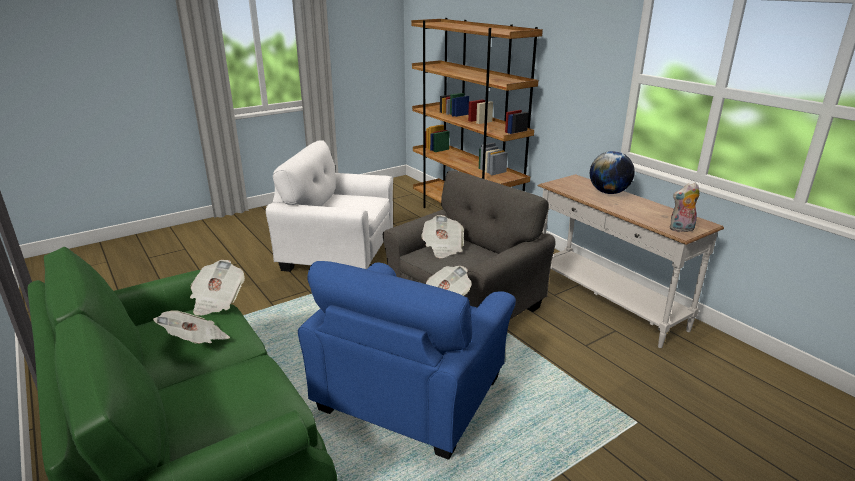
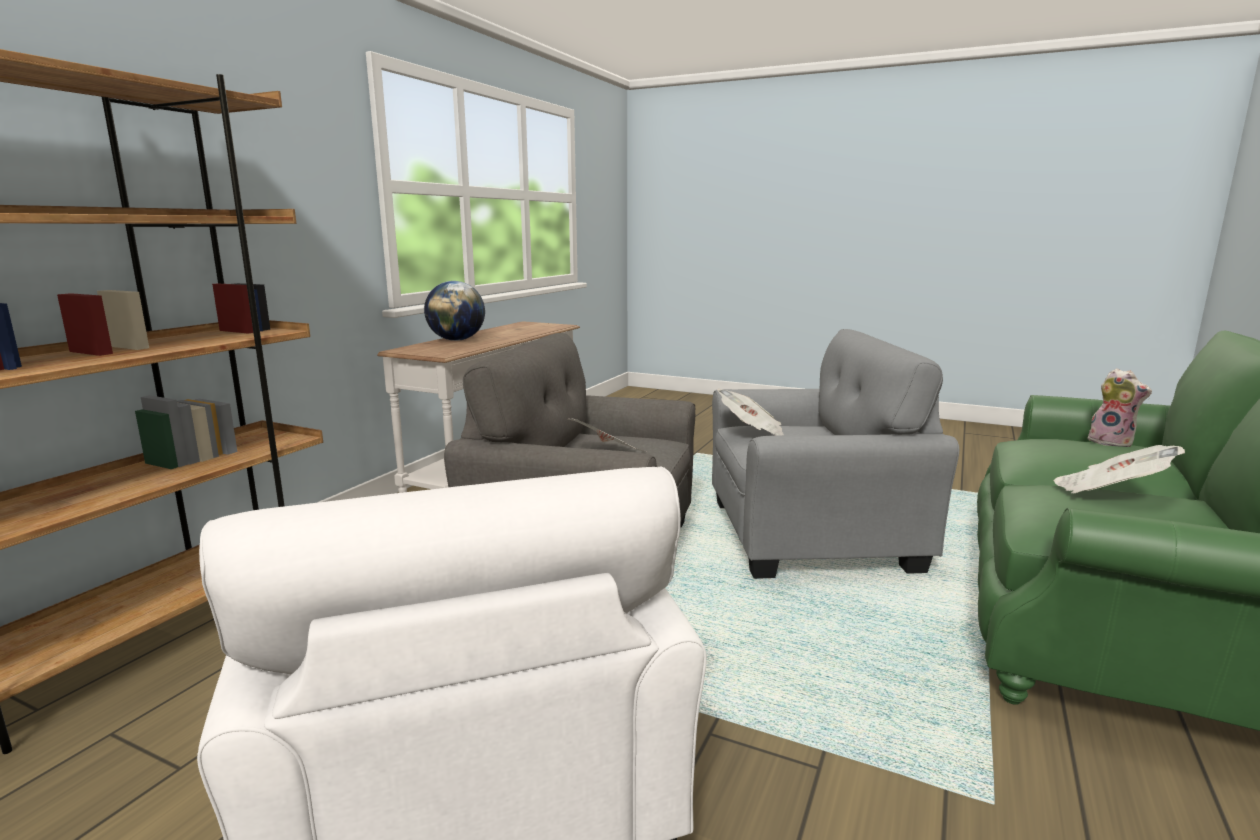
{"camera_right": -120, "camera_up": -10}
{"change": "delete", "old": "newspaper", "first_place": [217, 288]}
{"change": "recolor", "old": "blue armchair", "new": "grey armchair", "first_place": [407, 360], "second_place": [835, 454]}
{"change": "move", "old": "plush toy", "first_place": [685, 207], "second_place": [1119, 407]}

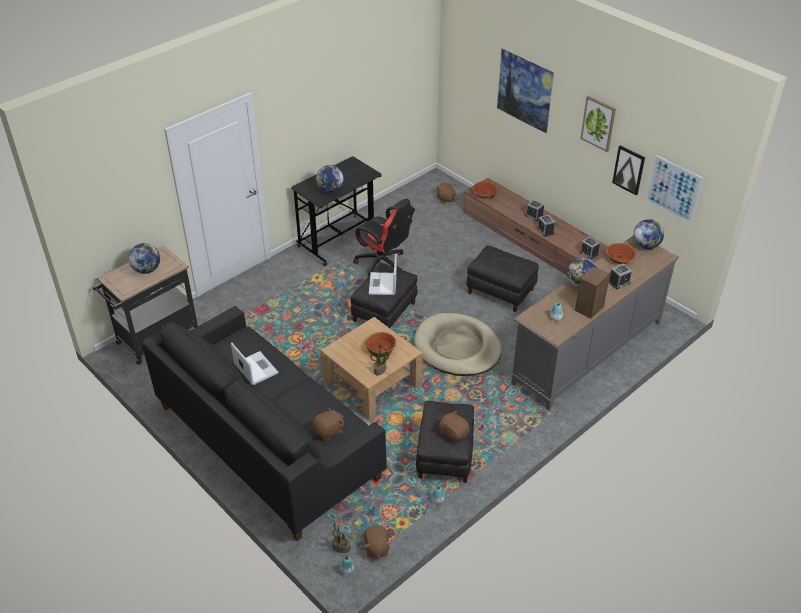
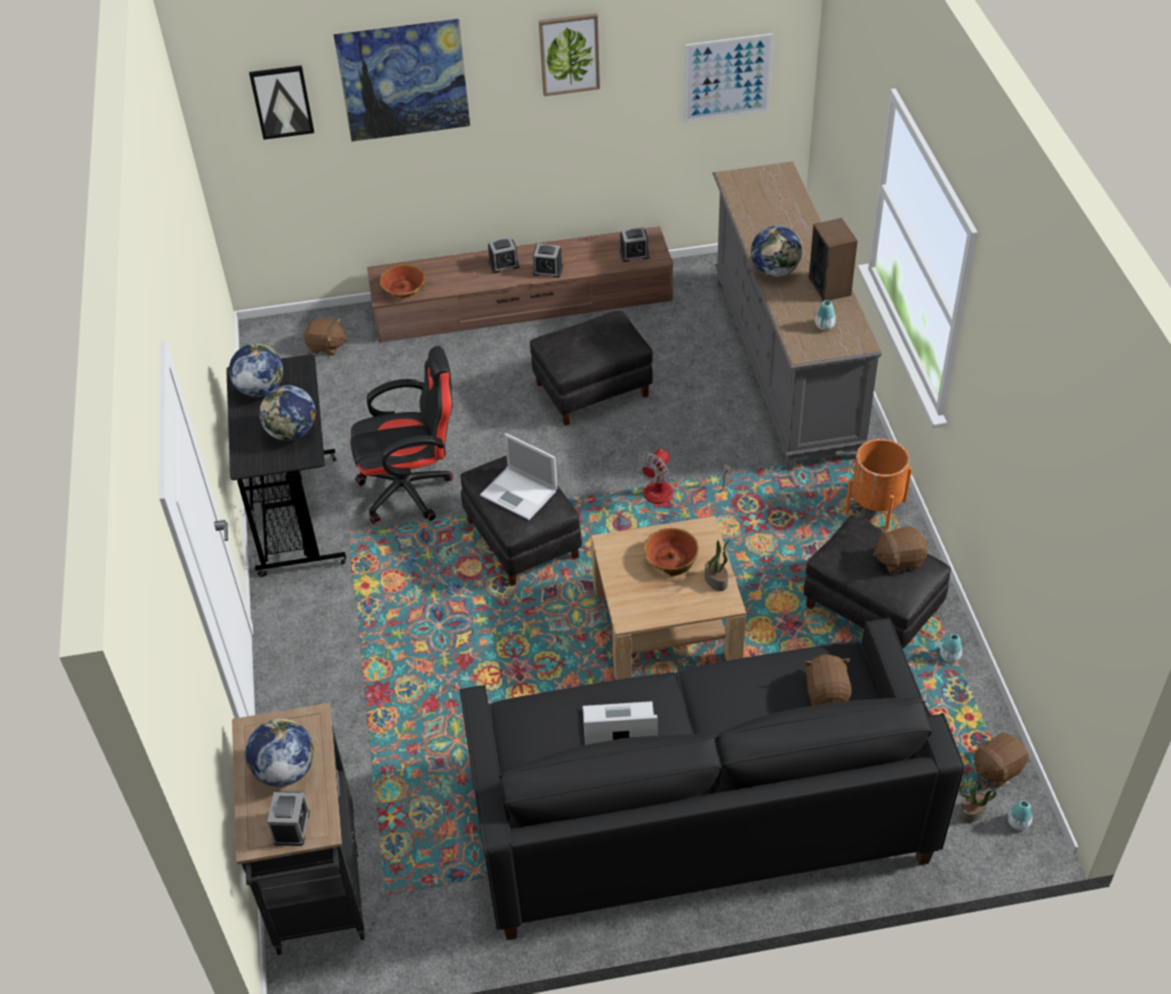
{"camera_right": -55, "camera_up": 5}
{"change": "rotate", "old": "brown plush toy", "first_place": [377, 542], "second_place": [1001, 760], "degrees": 120}
{"change": "replace", "old": "beige dog bed", "new": "fan", "first_place": [458, 344], "second_place": [683, 476]}
{"change": "delete", "old": "bowl", "first_place": [621, 253]}
{"change": "move", "old": "alarm clock", "first_place": [620, 276], "second_place": [288, 818]}
{"change": "move", "old": "picture", "first_place": [628, 170], "second_place": [281, 102]}
{"change": "move", "old": "globe", "first_place": [648, 234], "second_place": [256, 370]}
{"change": "insert", "new": "orange planter", "second_place": [878, 484]}

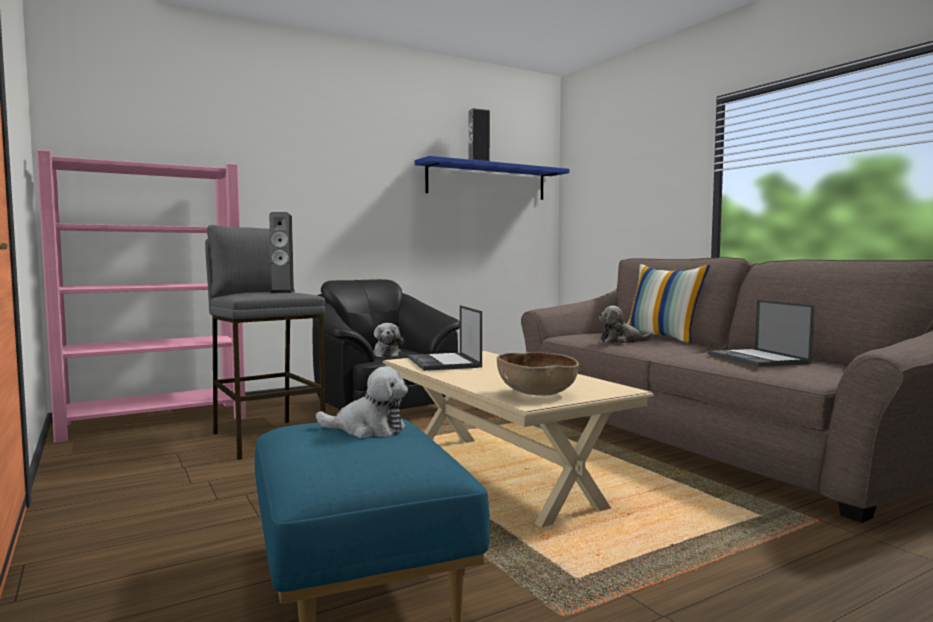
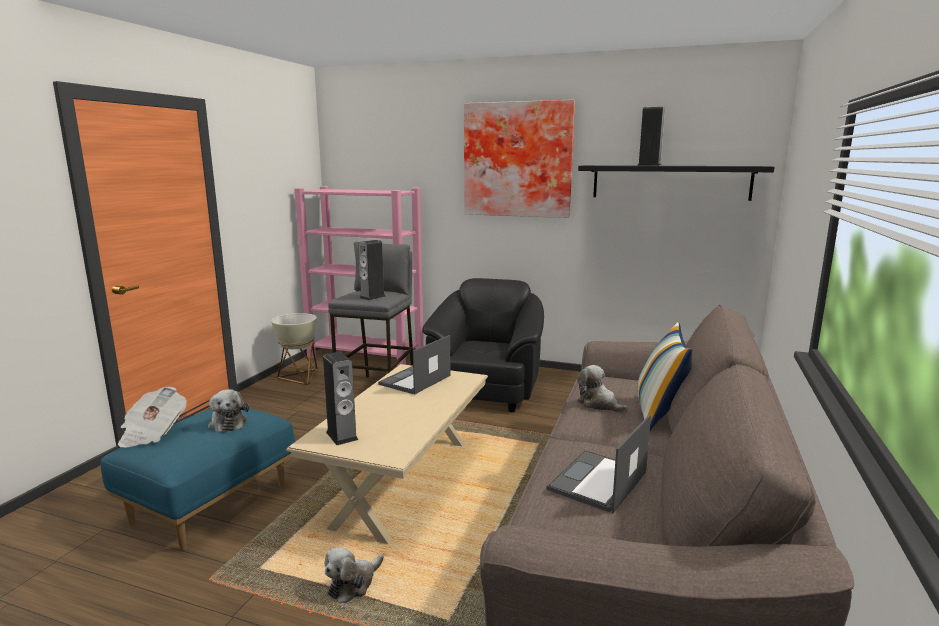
{"camera_right": 50, "camera_up": 10}
{"change": "move", "old": "plush toy", "first_place": [388, 340], "second_place": [354, 575]}
{"change": "recolor", "old": "blue shelf", "new": "black shelf", "first_place": [492, 178], "second_place": [676, 183]}
{"change": "replace", "old": "brown bowl", "new": "speaker", "first_place": [538, 374], "second_place": [340, 398]}
{"change": "insert", "new": "newspaper", "second_place": [152, 417]}
{"change": "insert", "new": "planter", "second_place": [294, 349]}
{"change": "insert", "new": "picture", "second_place": [519, 159]}

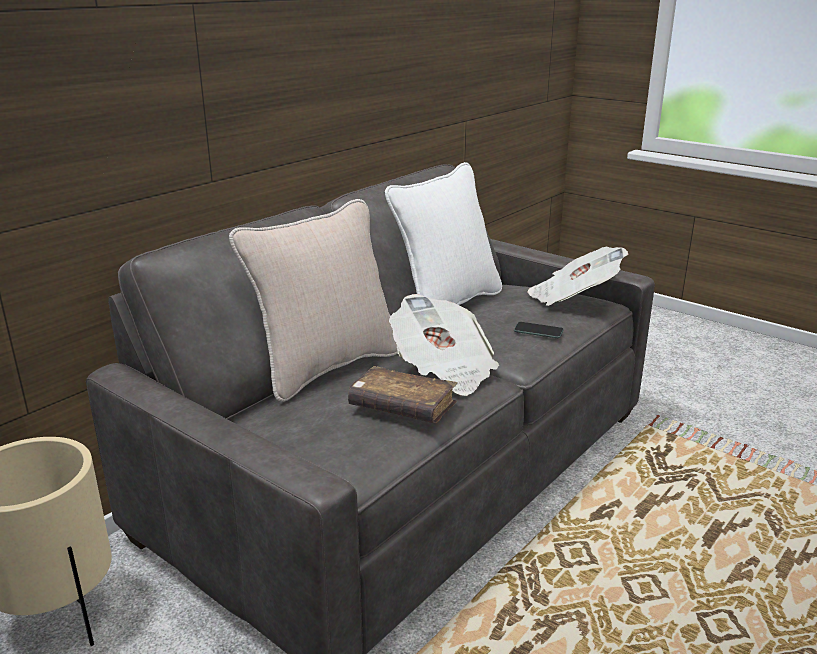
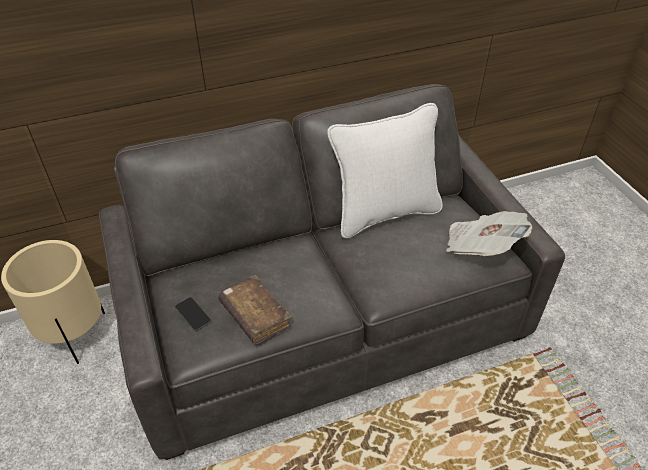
{"camera_right": 30, "camera_up": 20}
{"change": "delete", "old": "beige pillow", "first_place": [313, 300]}
{"change": "delete", "old": "newspaper", "first_place": [444, 345]}
{"change": "move", "old": "phone", "first_place": [539, 330], "second_place": [193, 314]}

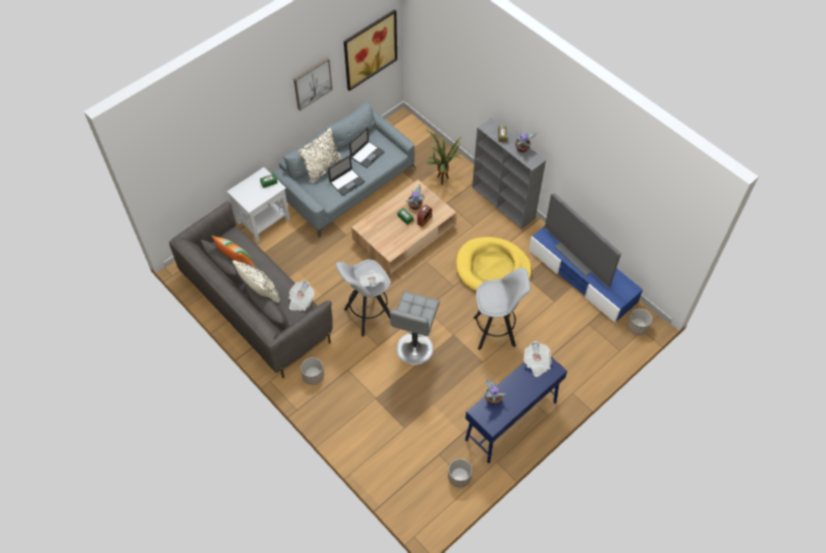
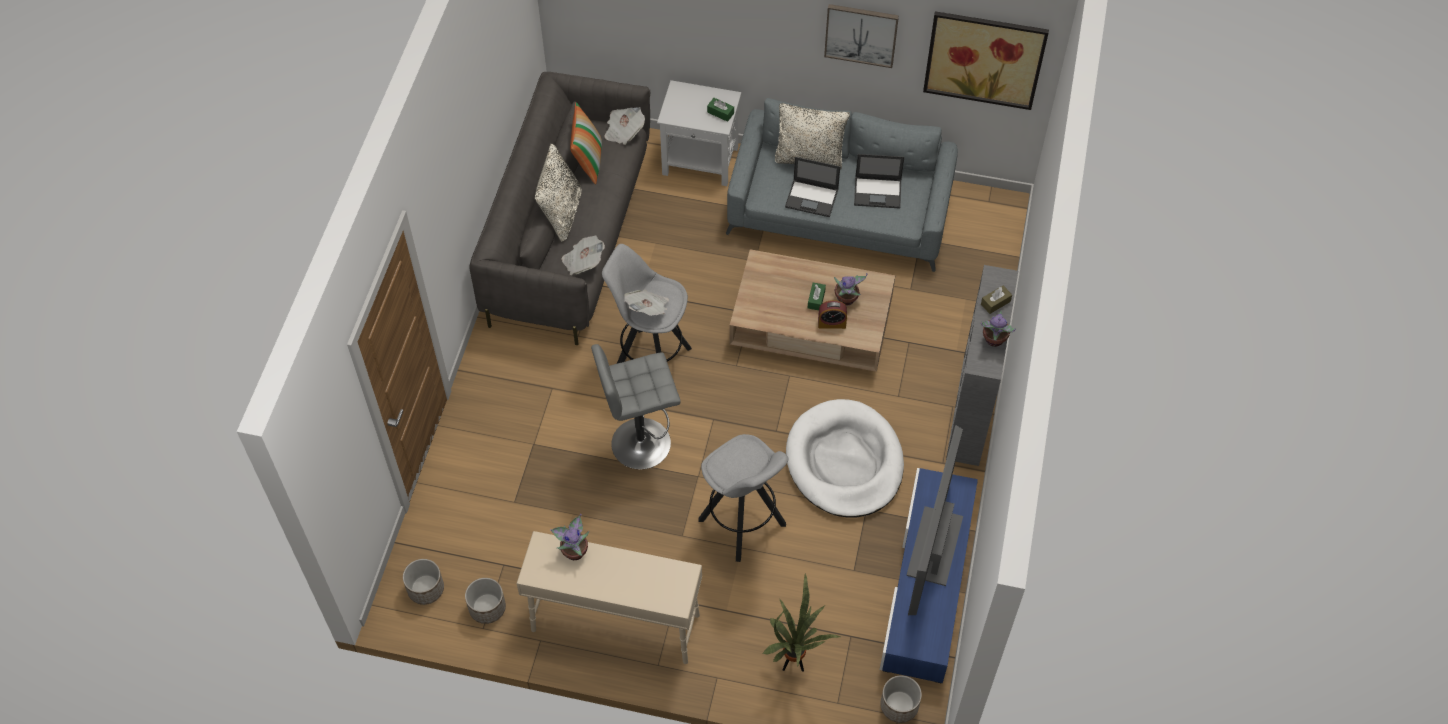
{"camera_right": 55, "camera_up": 0}
{"change": "move", "old": "planter", "first_place": [312, 371], "second_place": [423, 582]}
{"change": "move", "old": "potted plant", "first_place": [443, 157], "second_place": [802, 623]}
{"change": "recolor", "old": "yellow dog bed", "new": "white dog bed", "first_place": [494, 264], "second_place": [845, 458]}
{"change": "recolor", "old": "blue console table", "new": "beige console table", "first_place": [516, 410], "second_place": [609, 597]}
{"change": "move", "old": "newspaper", "first_place": [537, 359], "second_place": [624, 126]}

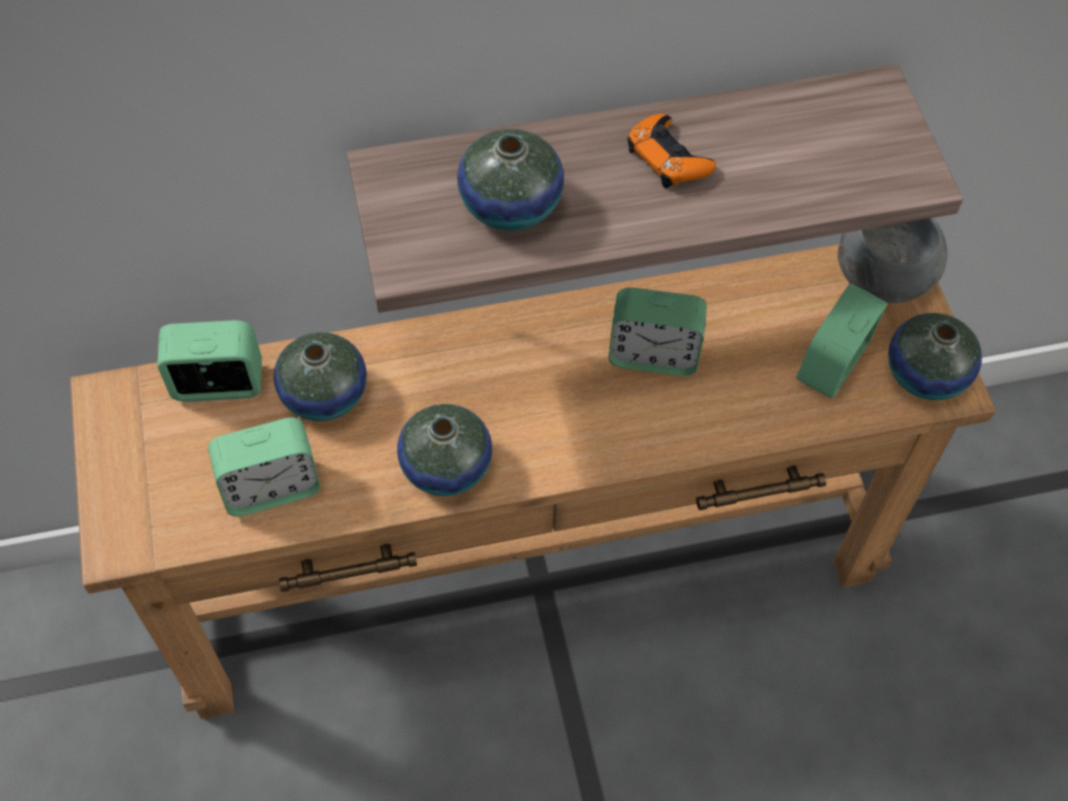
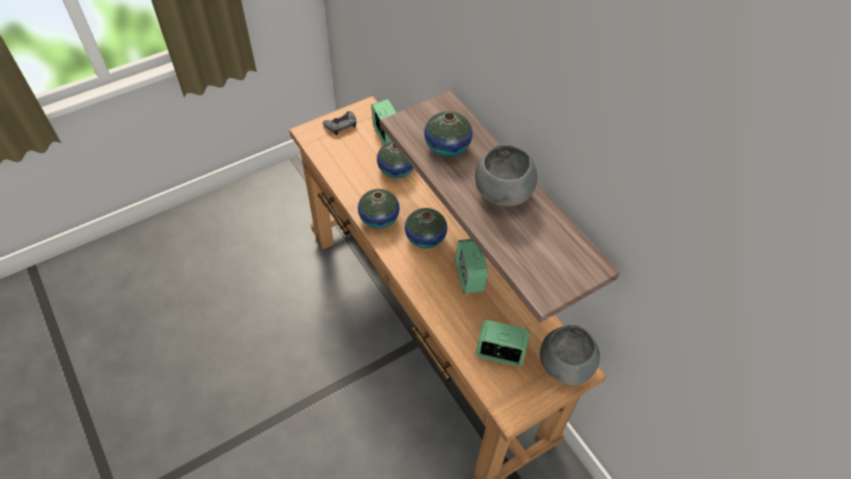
{"camera_right": 70, "camera_up": -5}
{"change": "delete", "old": "alarm clock", "first_place": [264, 466]}
{"change": "replace", "old": "orange game controller", "new": "grey bowl", "first_place": [671, 151], "second_place": [506, 176]}
{"change": "move", "old": "vase", "first_place": [935, 356], "second_place": [426, 228]}
{"change": "insert", "new": "grey game controller", "second_place": [339, 123]}

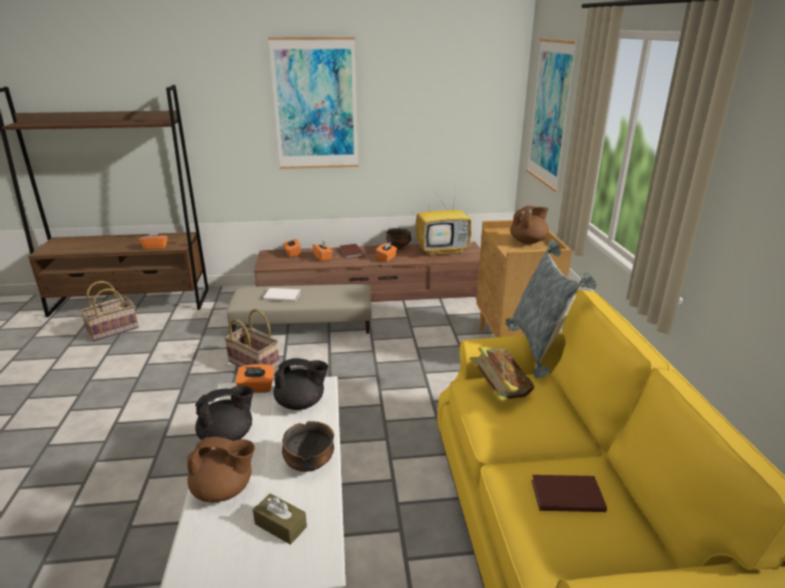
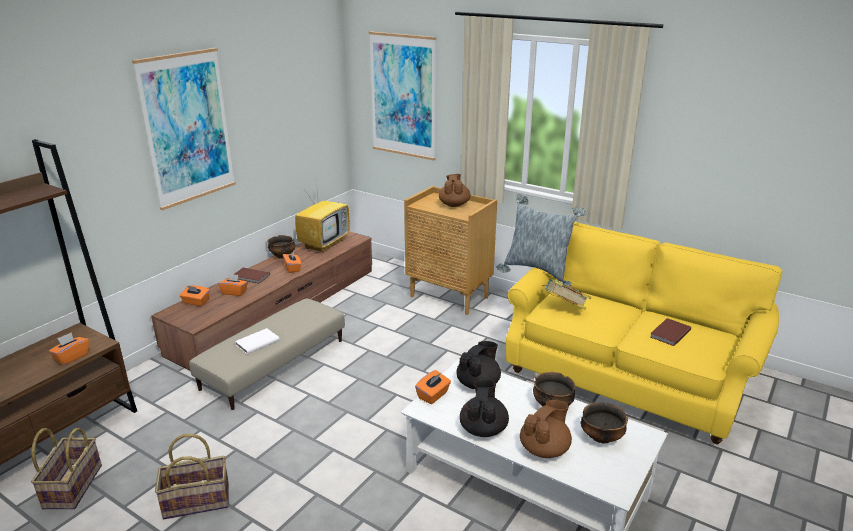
{"camera_right": -50, "camera_up": 0}
{"change": "move", "old": "basket", "first_place": [252, 338], "second_place": [192, 476]}
{"change": "replace", "old": "brown tissue box", "new": "bowl", "first_place": [280, 519], "second_place": [604, 423]}

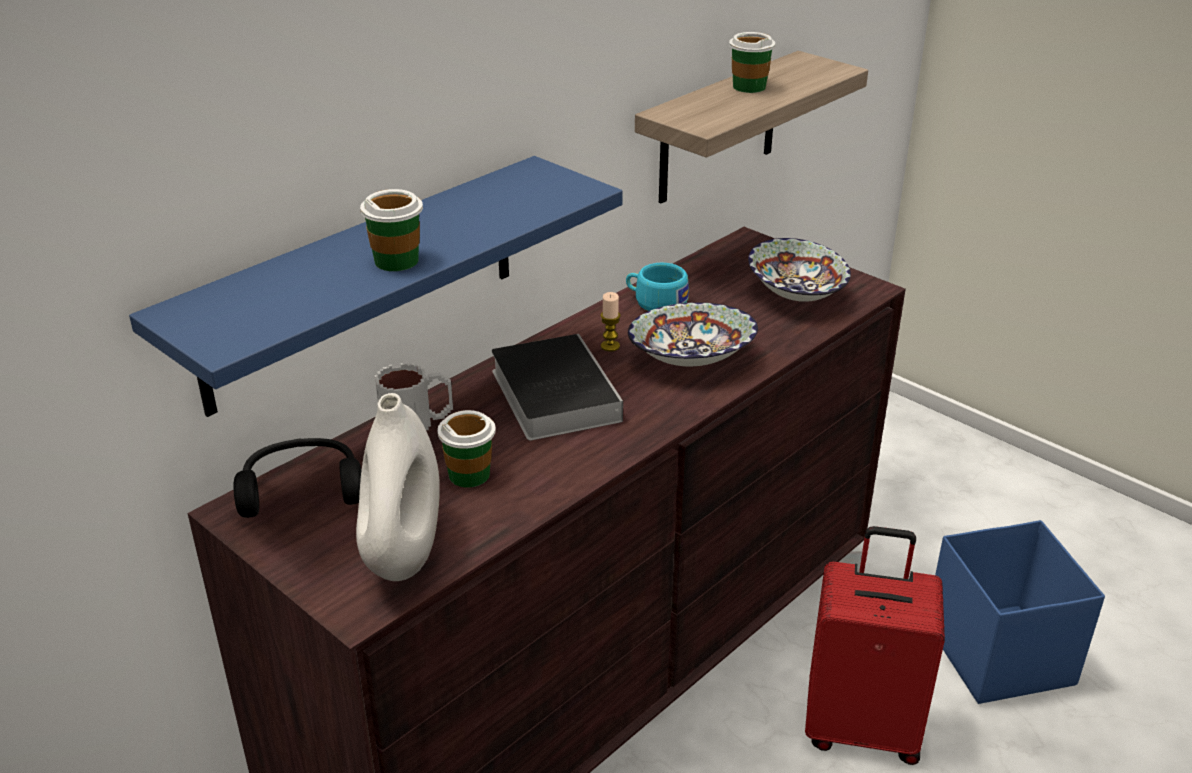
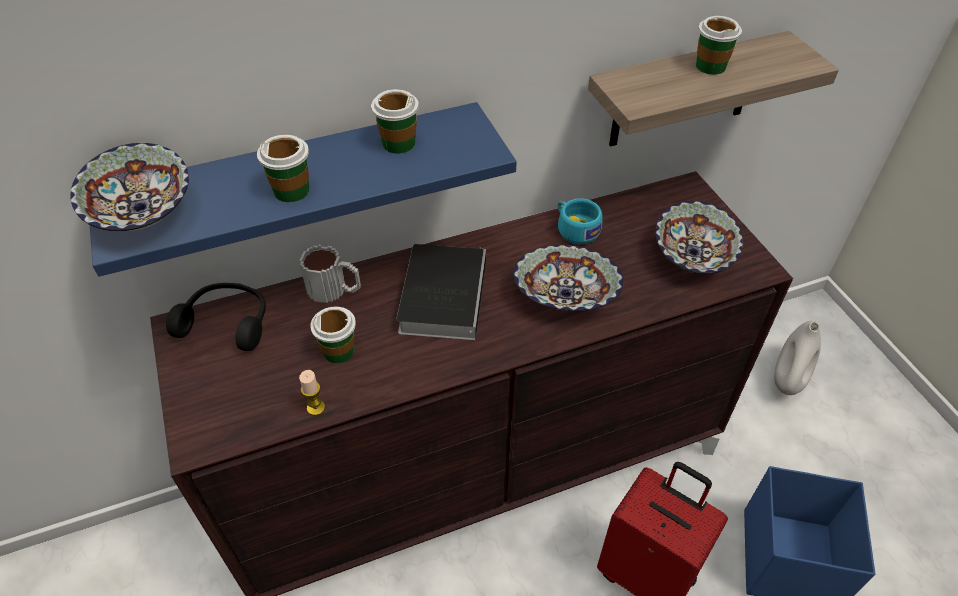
{"camera_right": 25, "camera_up": 15}
{"change": "move", "old": "white vase", "first_place": [398, 487], "second_place": [797, 358]}
{"change": "move", "old": "candle", "first_place": [610, 322], "second_place": [312, 393]}
{"change": "insert", "new": "bowl", "second_place": [129, 187]}
{"change": "insert", "new": "cup", "second_place": [395, 121]}

